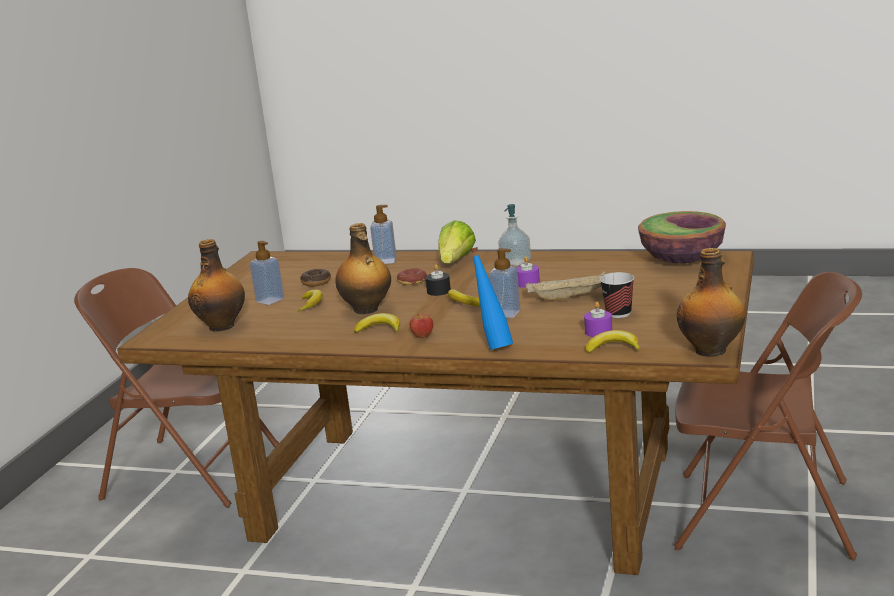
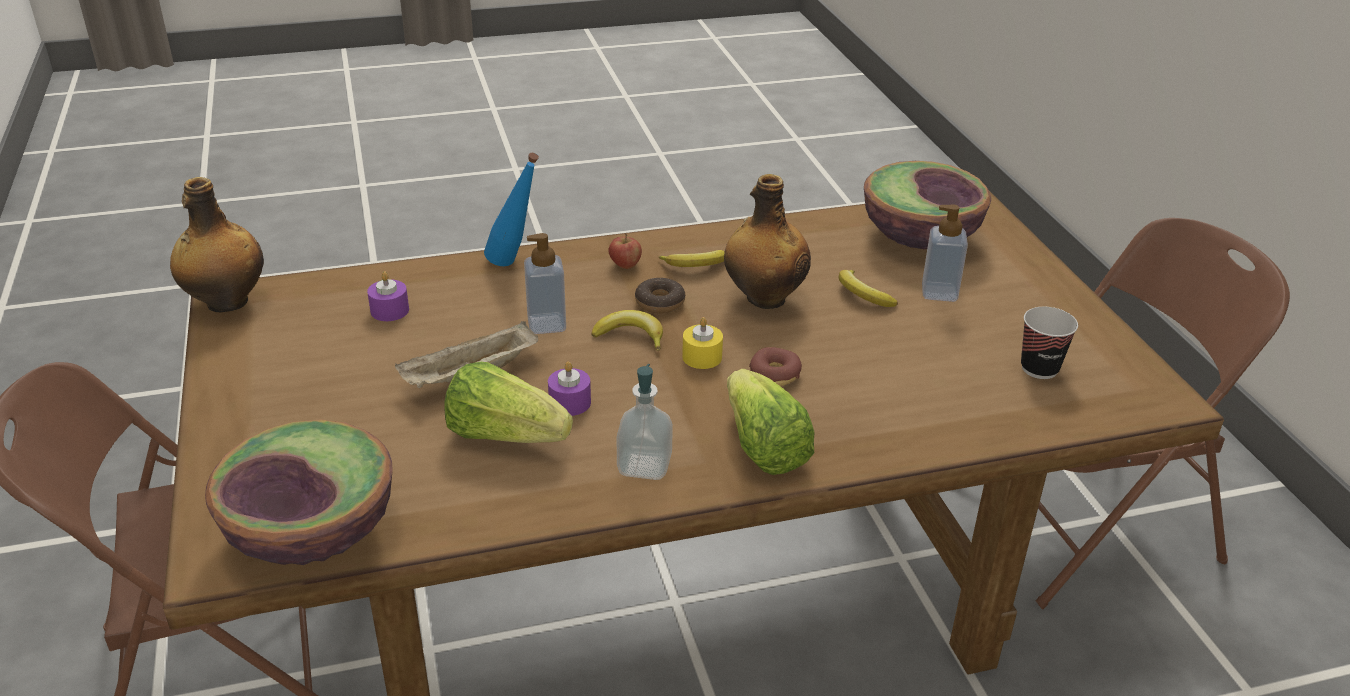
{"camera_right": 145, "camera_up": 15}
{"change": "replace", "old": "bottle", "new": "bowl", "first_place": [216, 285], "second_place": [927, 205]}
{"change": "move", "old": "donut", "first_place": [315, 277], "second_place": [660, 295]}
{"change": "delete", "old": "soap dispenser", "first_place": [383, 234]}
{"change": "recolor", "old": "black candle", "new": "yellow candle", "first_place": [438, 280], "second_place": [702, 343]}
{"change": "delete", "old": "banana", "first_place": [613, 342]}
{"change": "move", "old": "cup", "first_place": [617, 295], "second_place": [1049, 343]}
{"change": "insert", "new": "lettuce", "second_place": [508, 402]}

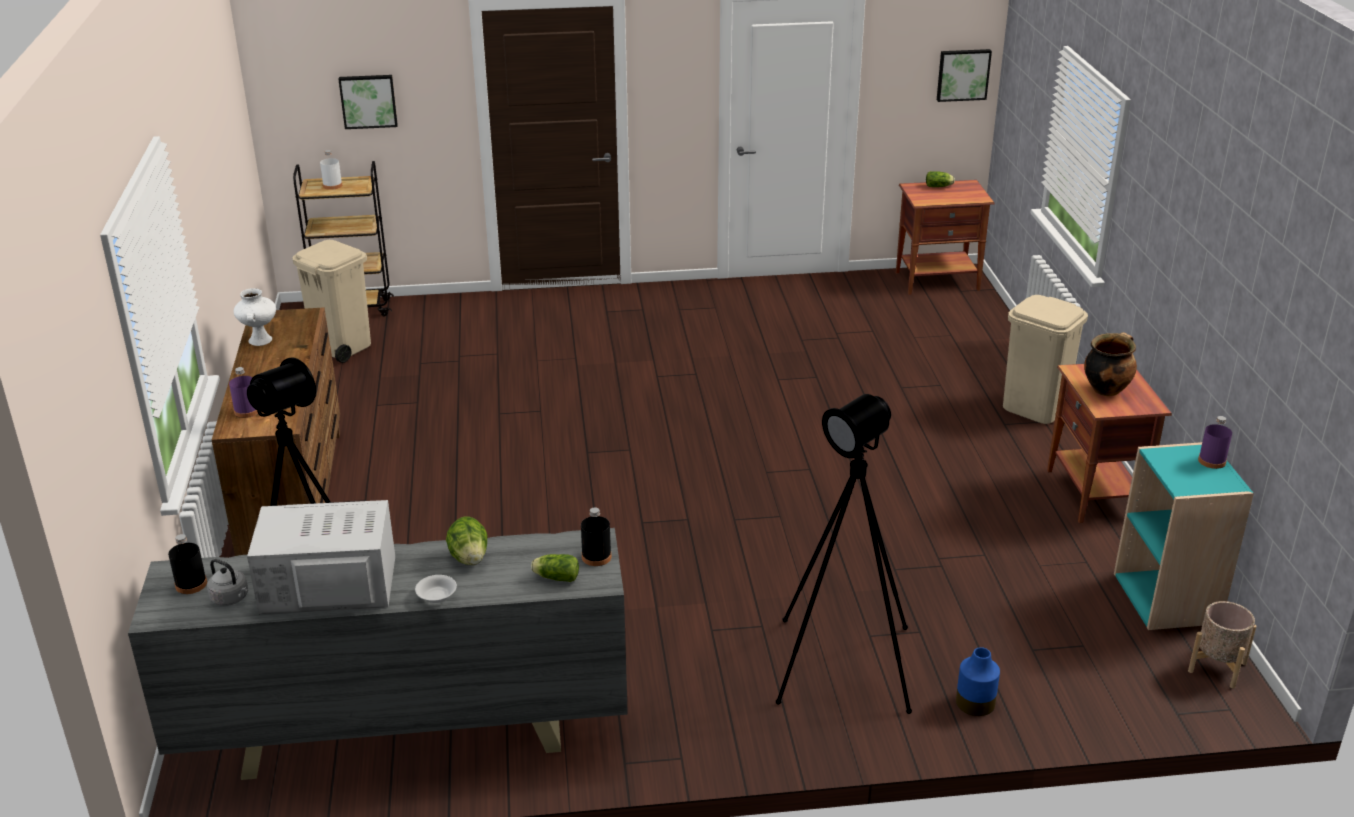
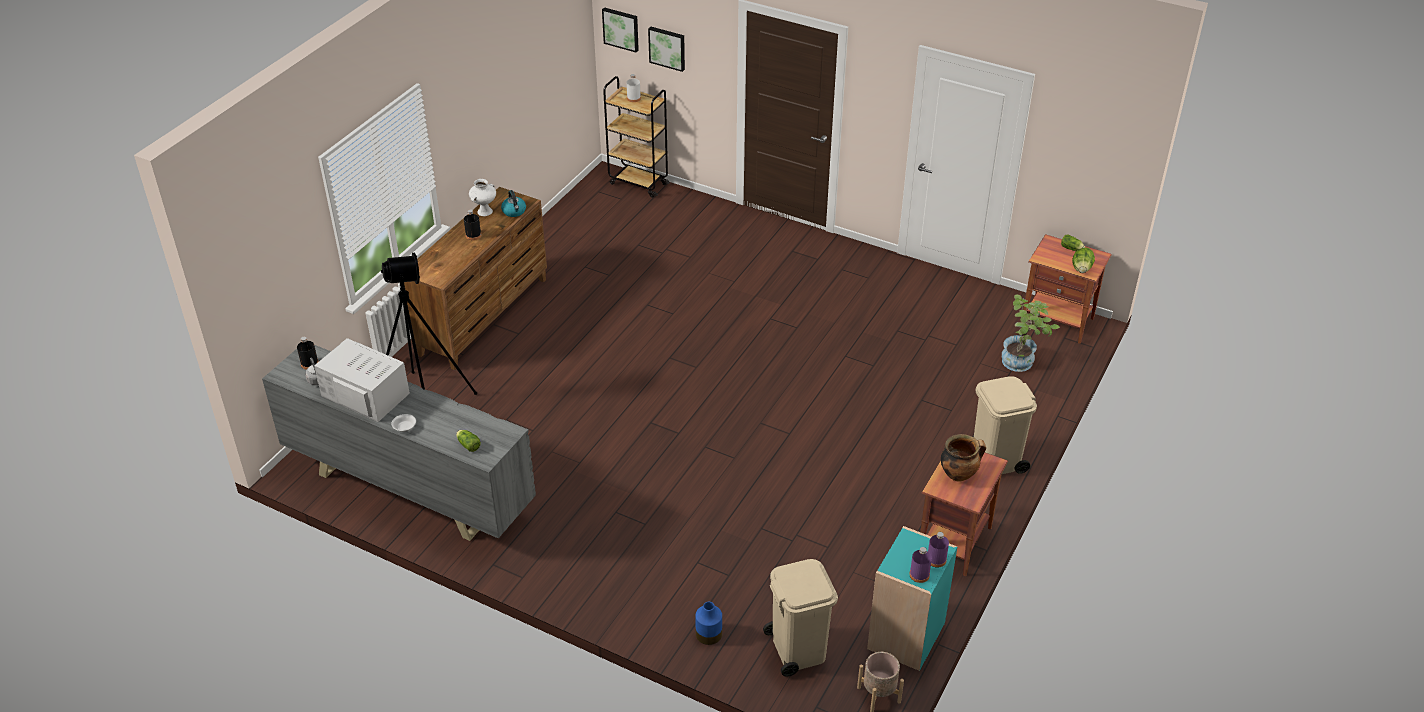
{"camera_right": 35, "camera_up": 10}
{"change": "move", "old": "purple bottle", "first_place": [243, 392], "second_place": [920, 565]}
{"change": "move", "old": "beige trash can", "first_place": [331, 301], "second_place": [800, 618]}
{"change": "move", "old": "lettuce", "first_place": [466, 541], "second_place": [1083, 260]}
{"change": "move", "old": "black bottle", "first_place": [596, 536], "second_place": [472, 225]}
{"change": "delete", "old": "black floor lamp", "first_place": [844, 554]}
{"change": "move", "old": "picture", "first_place": [964, 75], "second_place": [620, 29]}
{"change": "insert", "new": "kettle", "second_place": [513, 203]}
{"change": "insert", "new": "potted plant", "second_place": [1031, 333]}

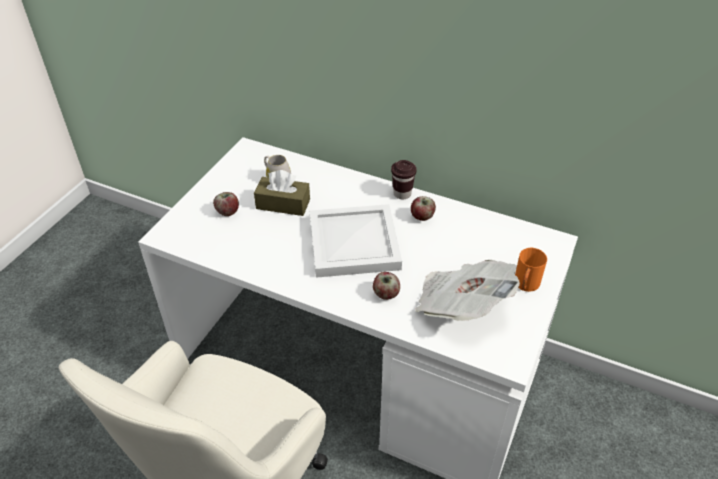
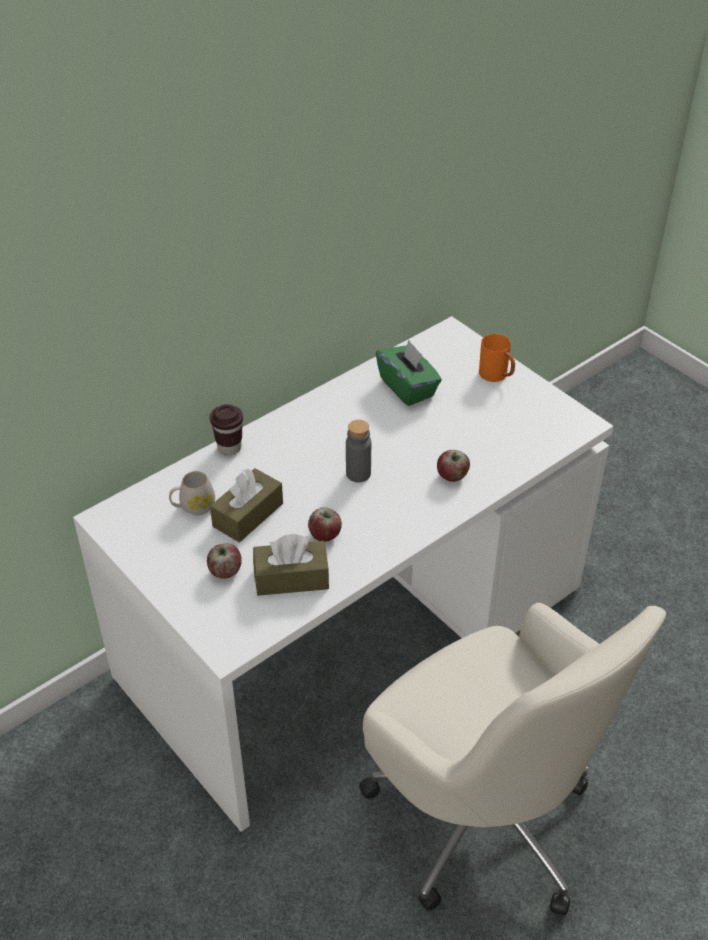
{"camera_right": -65, "camera_up": 0}
{"change": "replace", "old": "white tray", "new": "grey bottle", "first_place": [356, 241], "second_place": [358, 451]}
{"change": "move", "old": "brown cup", "first_place": [403, 179], "second_place": [226, 430]}
{"change": "move", "old": "apple", "first_place": [423, 208], "second_place": [325, 524]}
{"change": "delete", "old": "newspaper", "first_place": [468, 290]}
{"change": "insert", "new": "brown tissue box", "second_place": [291, 565]}
{"change": "insert", "new": "green tissue box", "second_place": [409, 373]}

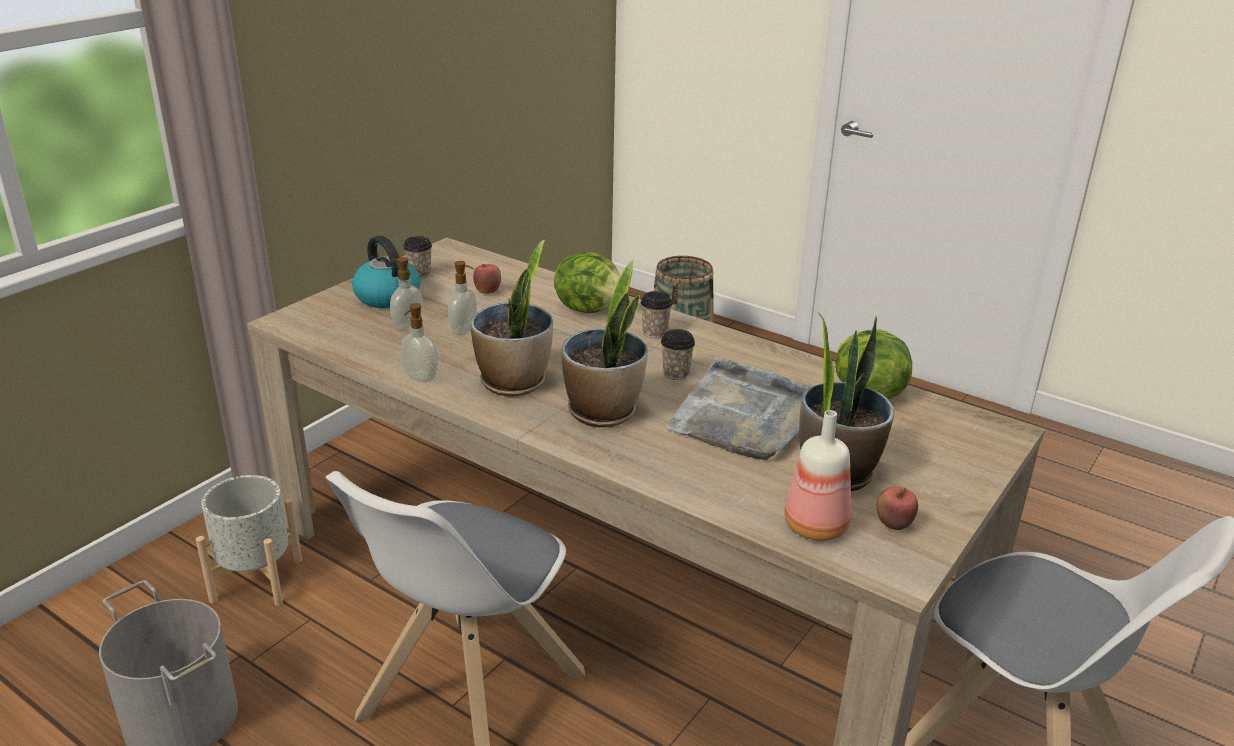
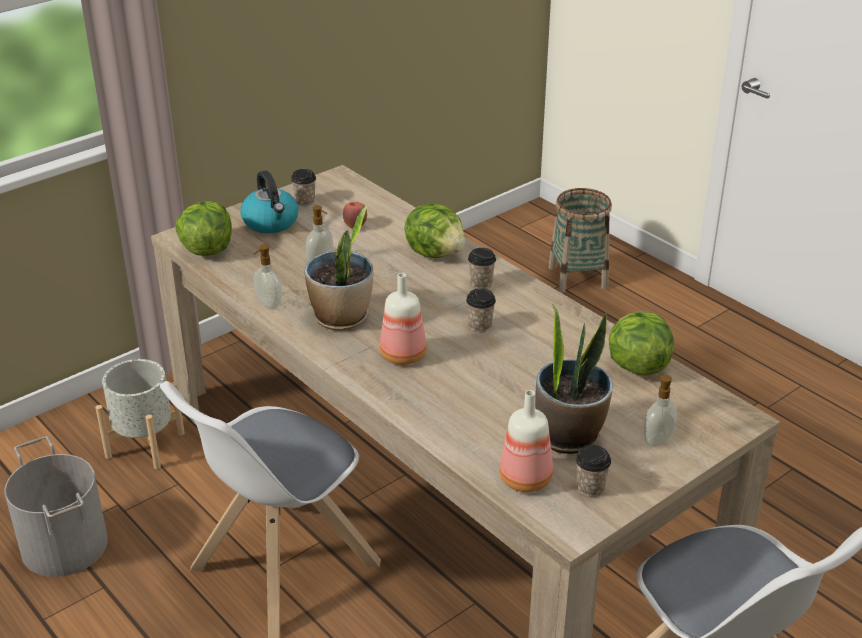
{"camera_right": 15, "camera_up": 5}
{"change": "move", "old": "soap dispenser", "first_place": [406, 294], "second_place": [660, 410]}
{"change": "replace", "old": "potted plant", "new": "bottle", "first_place": [605, 343], "second_place": [403, 319]}
{"change": "delete", "old": "grey tray", "first_place": [738, 409]}
{"change": "replace", "old": "apple", "new": "cup", "first_place": [897, 508], "second_place": [593, 471]}
{"change": "insert", "new": "lettuce", "second_place": [203, 228]}

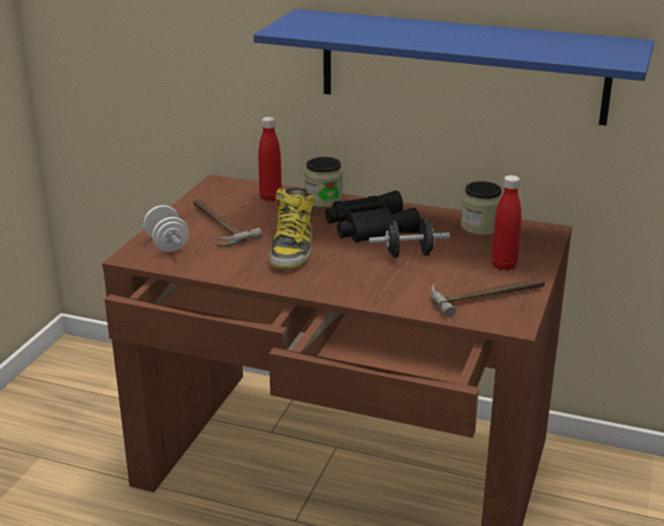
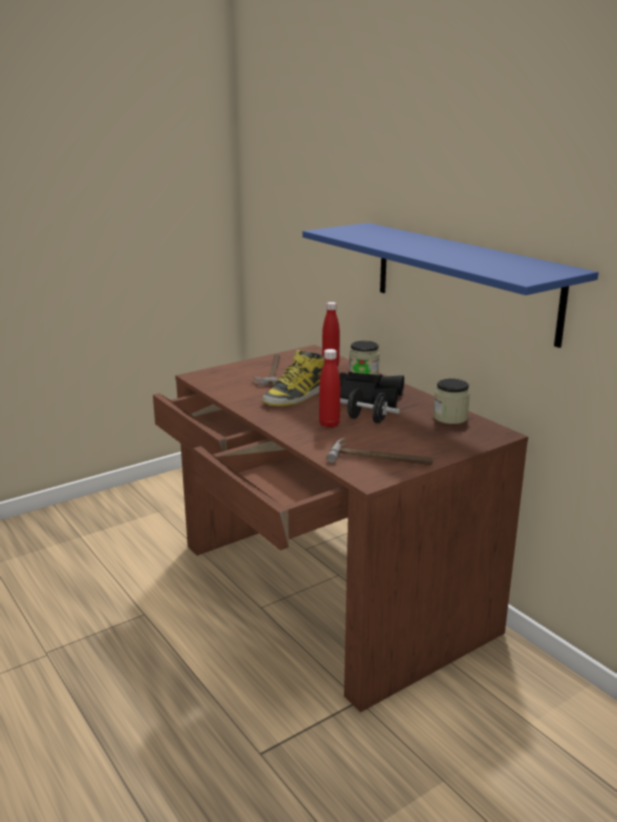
{"camera_right": 35, "camera_up": -5}
{"change": "delete", "old": "white dumbbell", "first_place": [166, 228]}
{"change": "move", "old": "red bottle", "first_place": [506, 223], "second_place": [329, 388]}

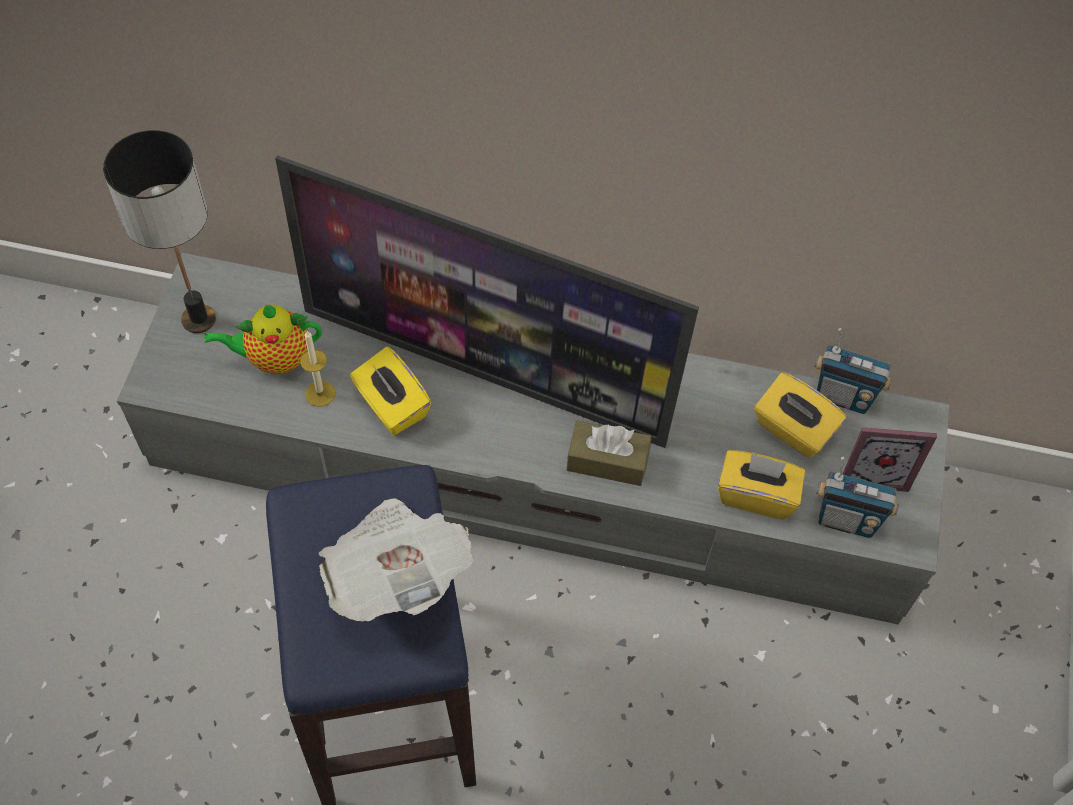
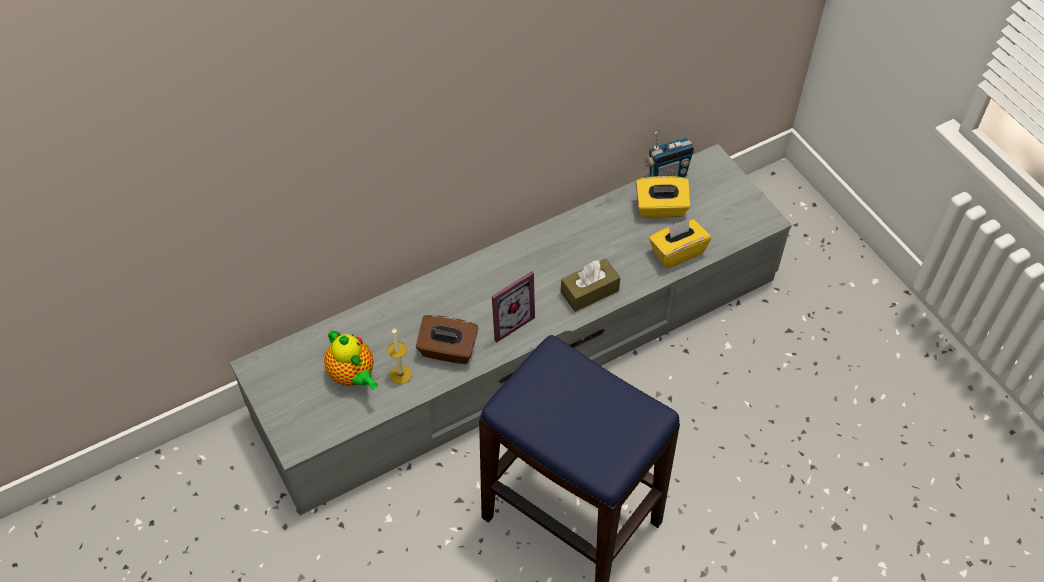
{"camera_right": -40, "camera_up": -5}
{"change": "delete", "old": "table lamp", "first_place": [159, 231]}
{"change": "rotate", "old": "teapot", "first_place": [263, 339], "second_place": [351, 360], "degrees": -75}
{"change": "delete", "old": "television", "first_place": [487, 301]}
{"change": "delete", "old": "newspaper", "first_place": [396, 560]}
{"change": "recolor", "old": "yellow tissue box", "new": "brown tissue box", "first_place": [390, 391], "second_place": [447, 339]}
{"change": "delete", "old": "radio", "first_place": [857, 497]}
{"change": "move", "old": "picture frame", "first_place": [890, 459], "second_place": [513, 307]}

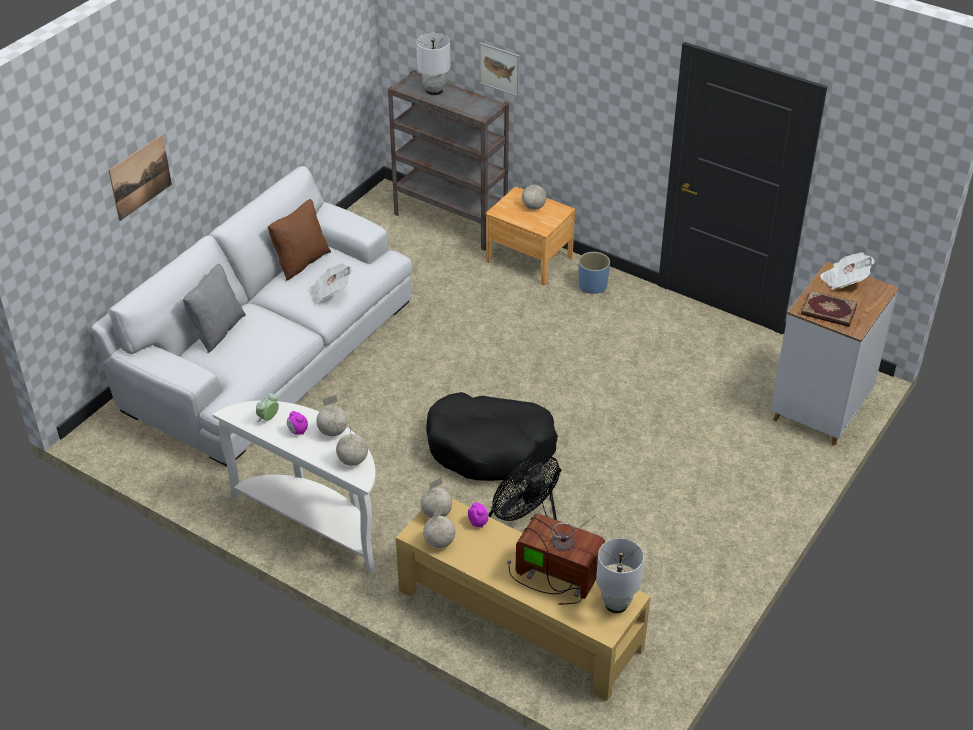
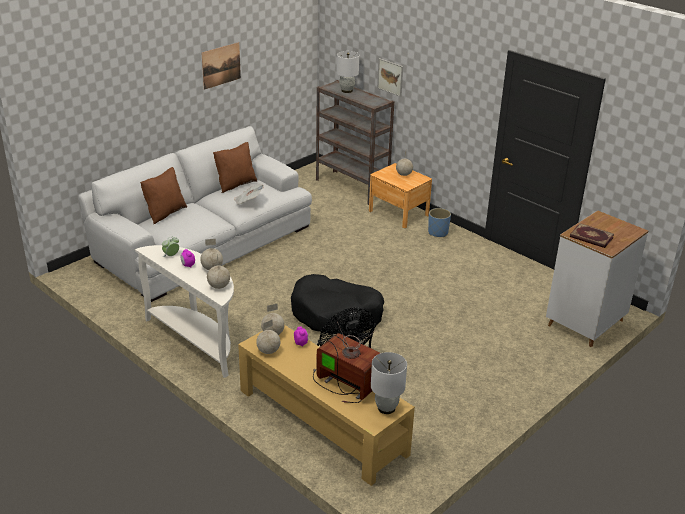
{"camera_right": 10, "camera_up": -10}
{"change": "move", "old": "picture", "first_place": [140, 177], "second_place": [221, 66]}
{"change": "recolor", "old": "grey pillow", "new": "brown pillow", "first_place": [214, 308], "second_place": [163, 195]}
{"change": "delete", "old": "newspaper", "first_place": [847, 271]}

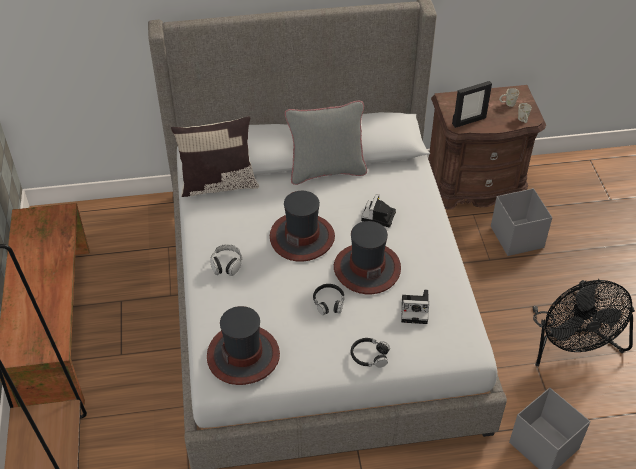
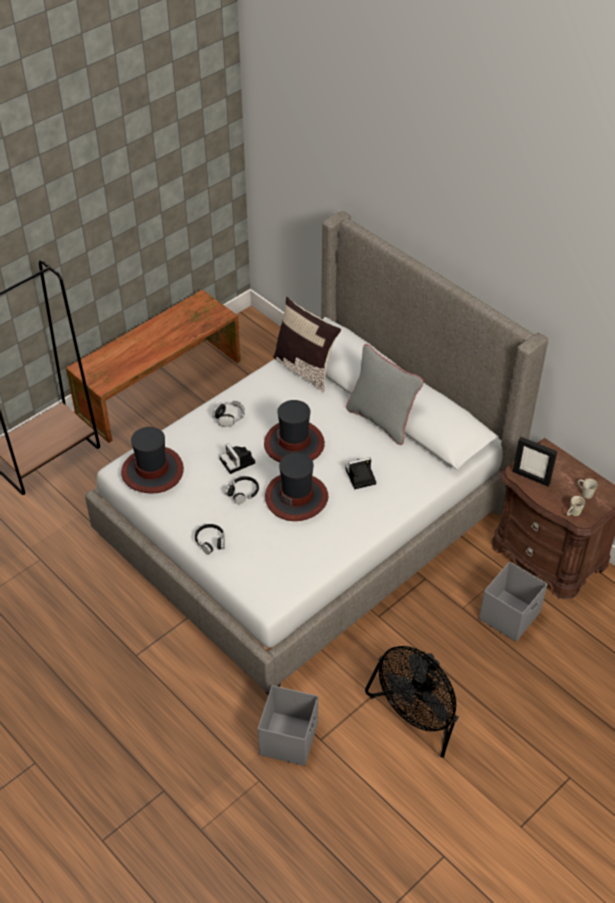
{"camera_right": 55, "camera_up": 0}
{"change": "move", "old": "photo camera", "first_place": [415, 306], "second_place": [237, 458]}

